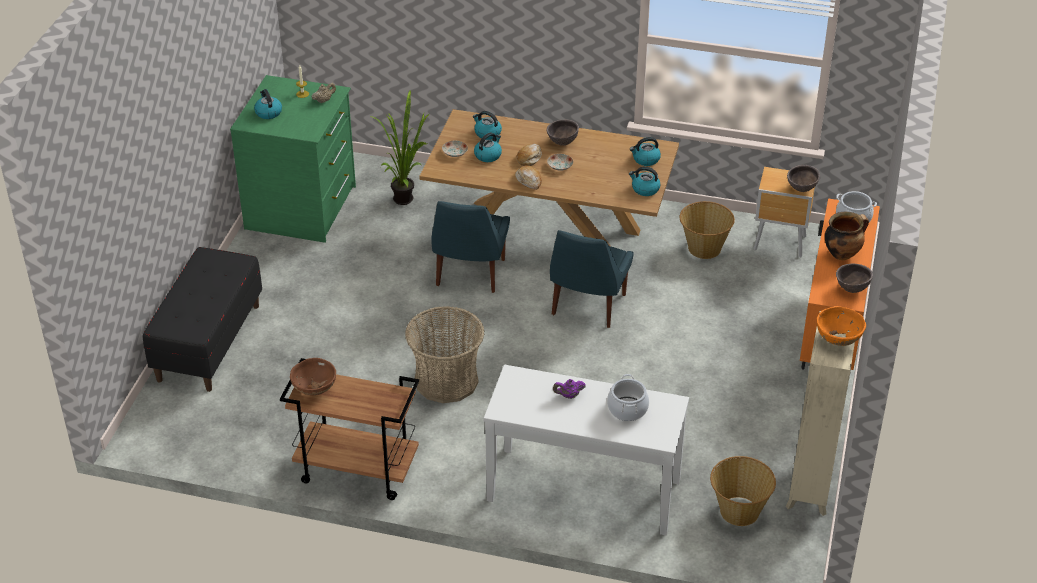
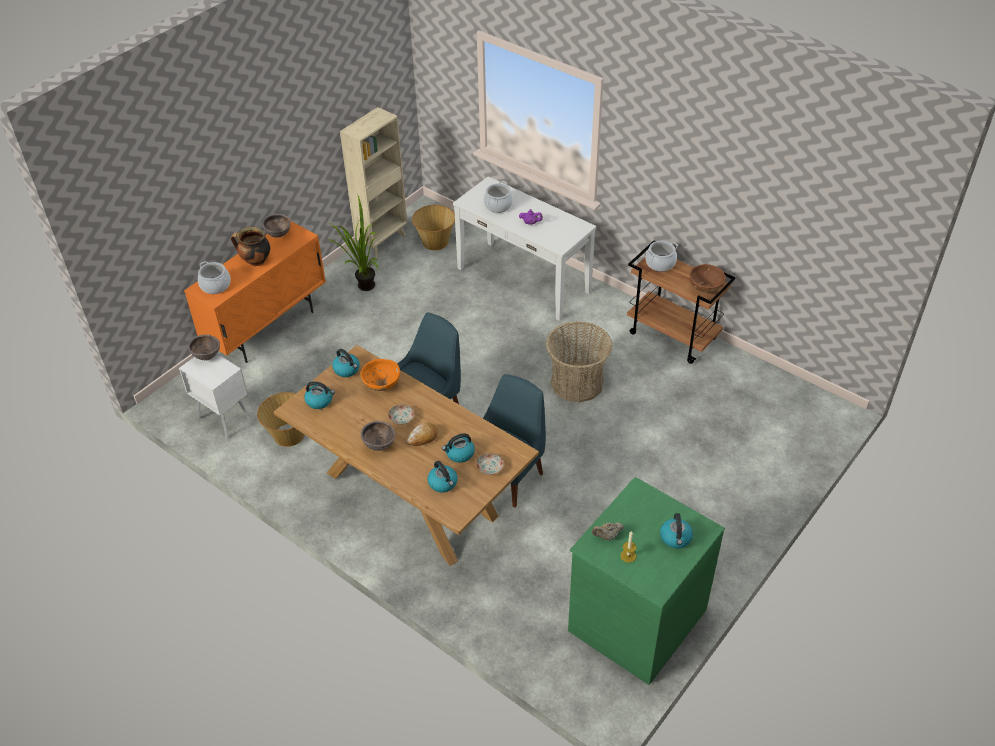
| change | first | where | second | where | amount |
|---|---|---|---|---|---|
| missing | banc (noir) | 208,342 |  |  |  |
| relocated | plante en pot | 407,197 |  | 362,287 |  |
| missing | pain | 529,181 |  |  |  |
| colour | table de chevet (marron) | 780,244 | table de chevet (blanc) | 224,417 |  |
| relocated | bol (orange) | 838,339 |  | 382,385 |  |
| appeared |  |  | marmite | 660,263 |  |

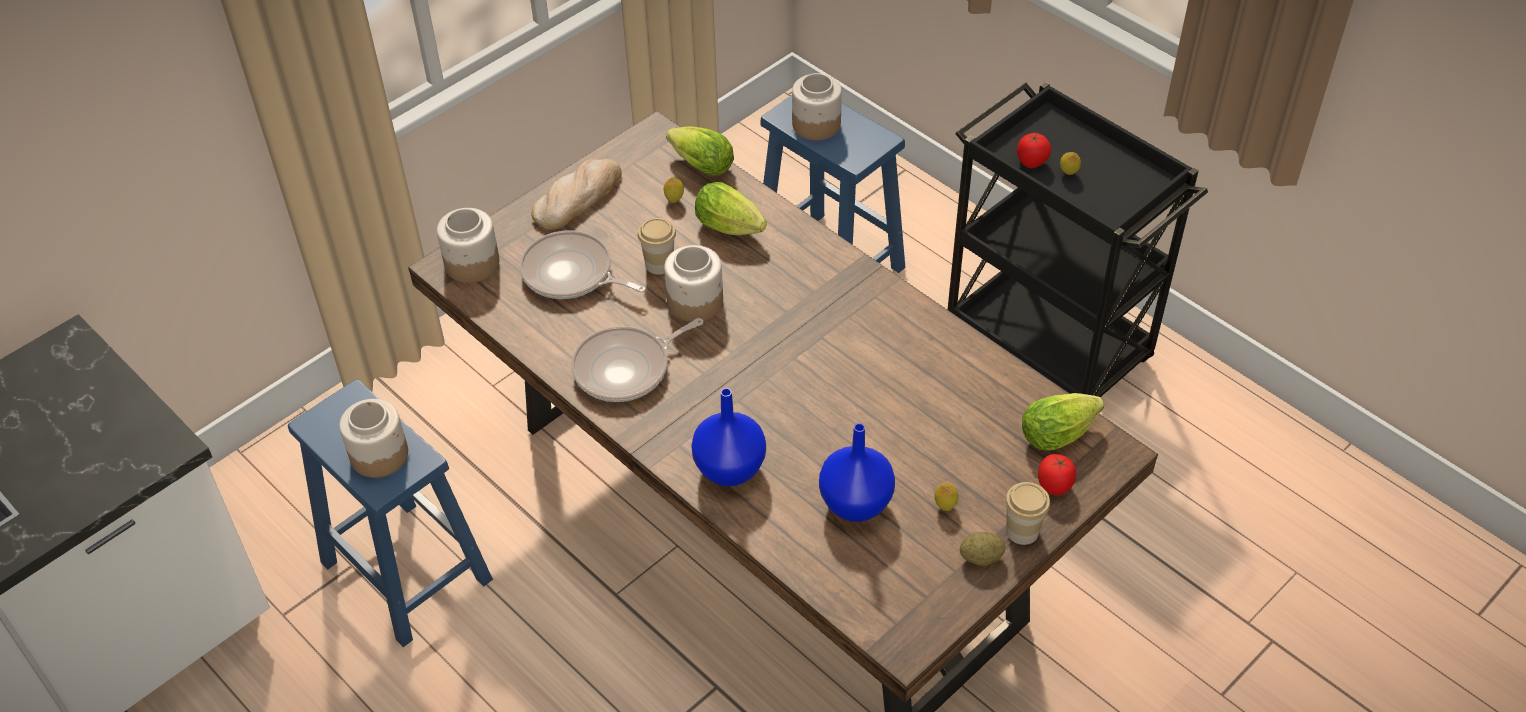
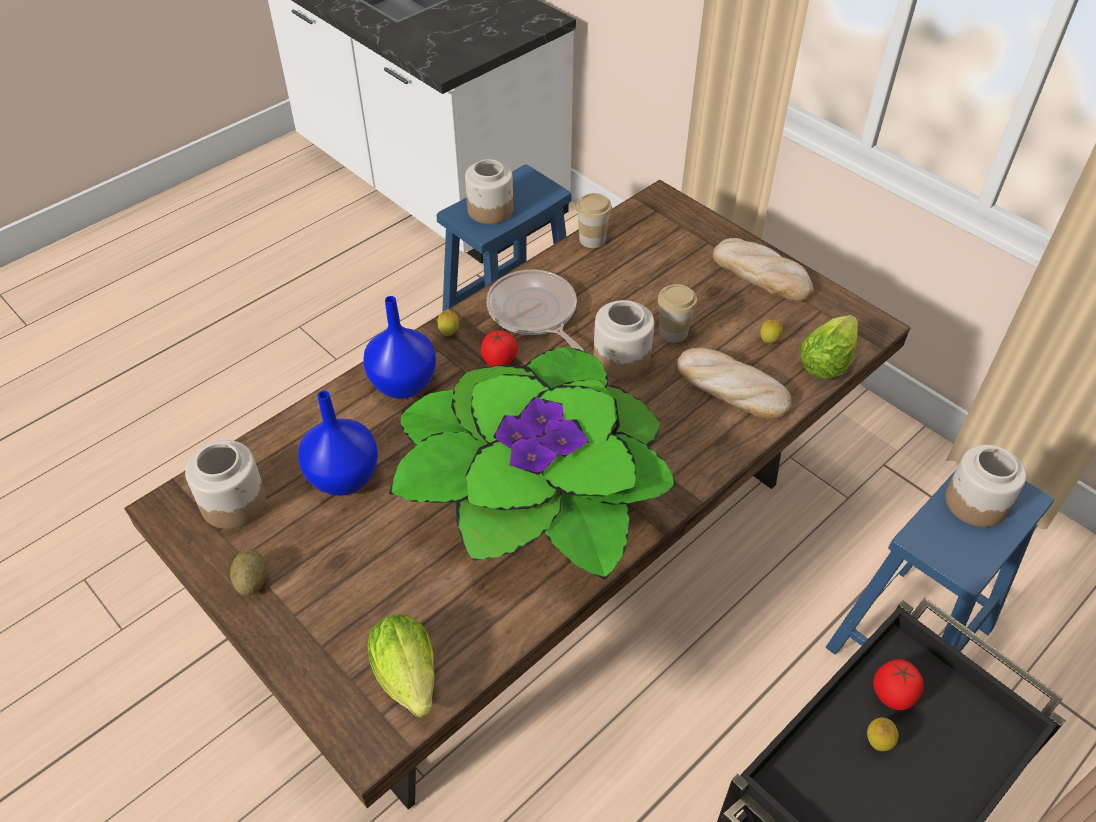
| change | first | where | second | where | amount |
|---|---|---|---|---|---|
| relocated | bocal | 471,263 |  | 234,502 |  |
| missing | poêle | 571,274 |  |  |  |
| exchanged | laitue | 733,228 | pain | 731,387 |  |
| relocated | citron | 945,506 |  | 449,333 |  |
| relocated | tasse | 1022,531 |  | 592,239 |  |
| relocated | tomate | 1054,486 |  | 500,362 |  |
| appeared |  |  | plante en pot | 536,497 |  |

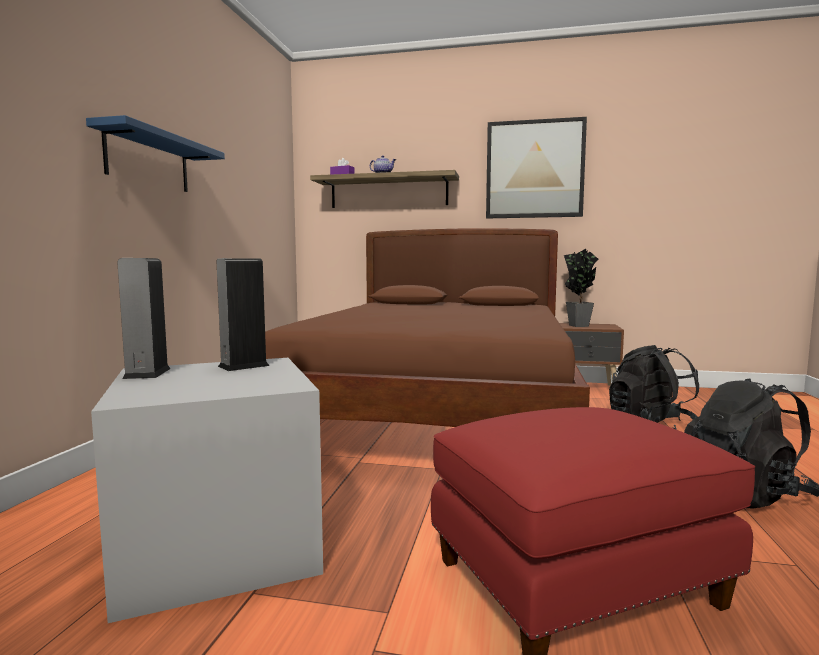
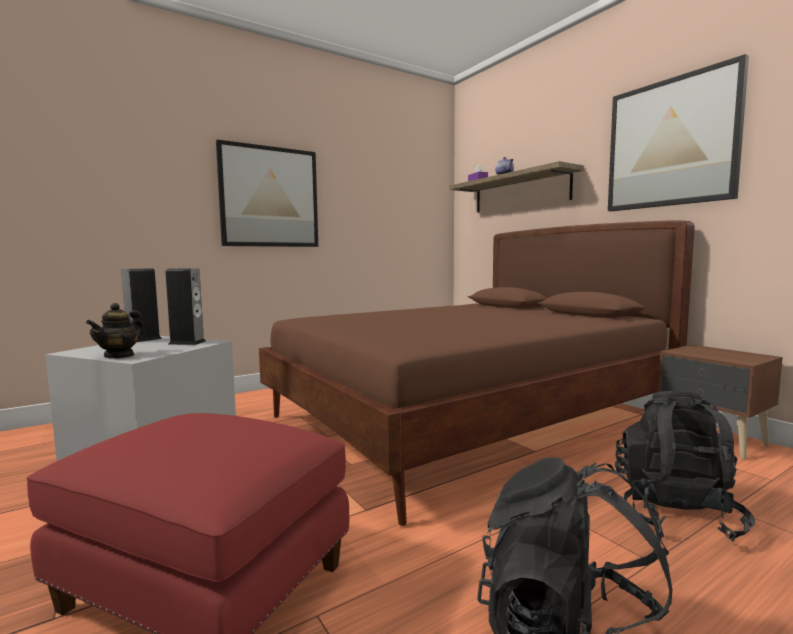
| change | first | where | second | where | amount |
|---|---|---|---|---|---|
| exchanged | étagère (bleu) | 148,161 | tableau | 269,197 |  |
| missing | plante en pot | 578,325 |  |  |  |
| appeared |  |  | théière | 119,355 |  |

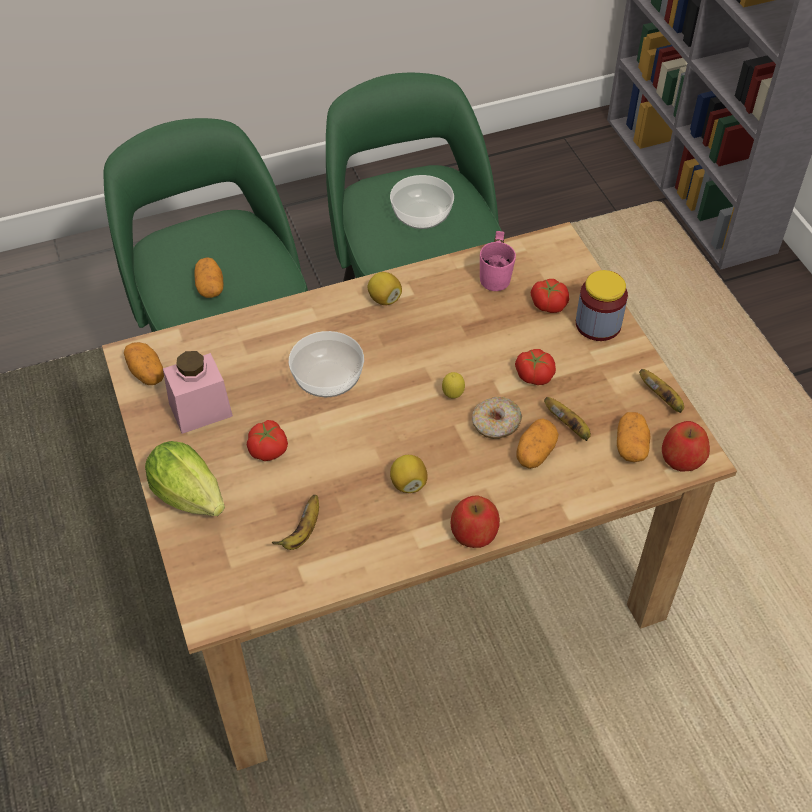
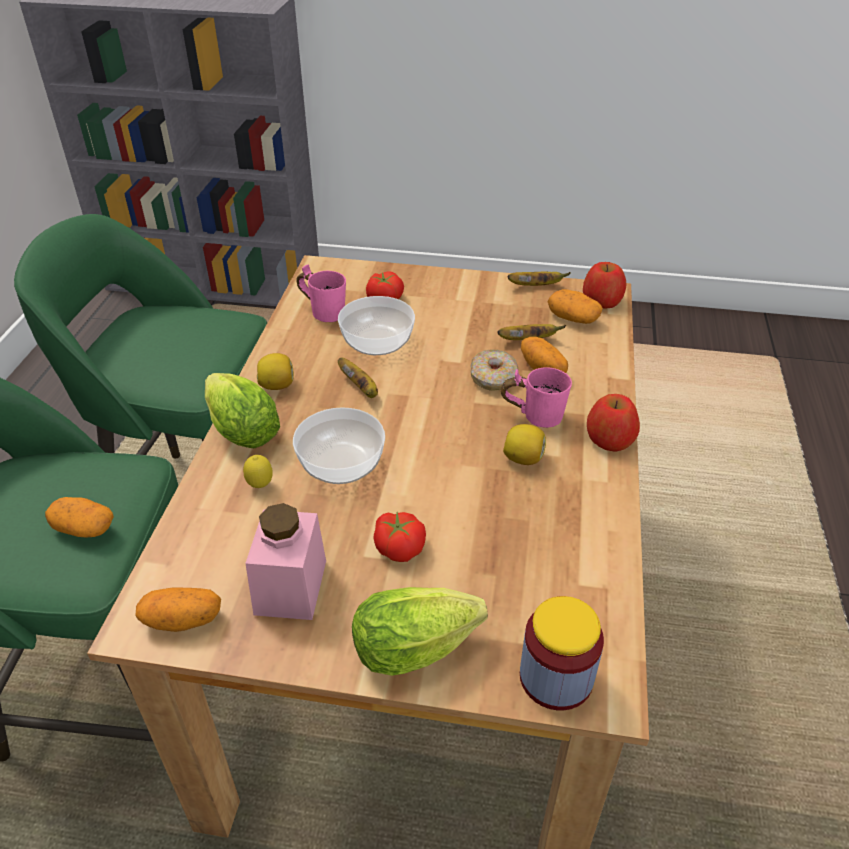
| change | first | where | second | where | amount |
|---|---|---|---|---|---|
| relocated | banane | 302,532 |  | 361,388 |  |
| relocated | bol | 420,215 |  | 377,342 |  |
| relocated | citron | 452,396 |  | 260,486 |  |
| missing | tomate | 534,375 |  |  |  |
| relocated | bocal | 598,324 |  | 556,677 |  |
| appeared |  |  | laitue | 240,428 |  |
| appeared |  |  | mug (rose) | 534,414 |  |

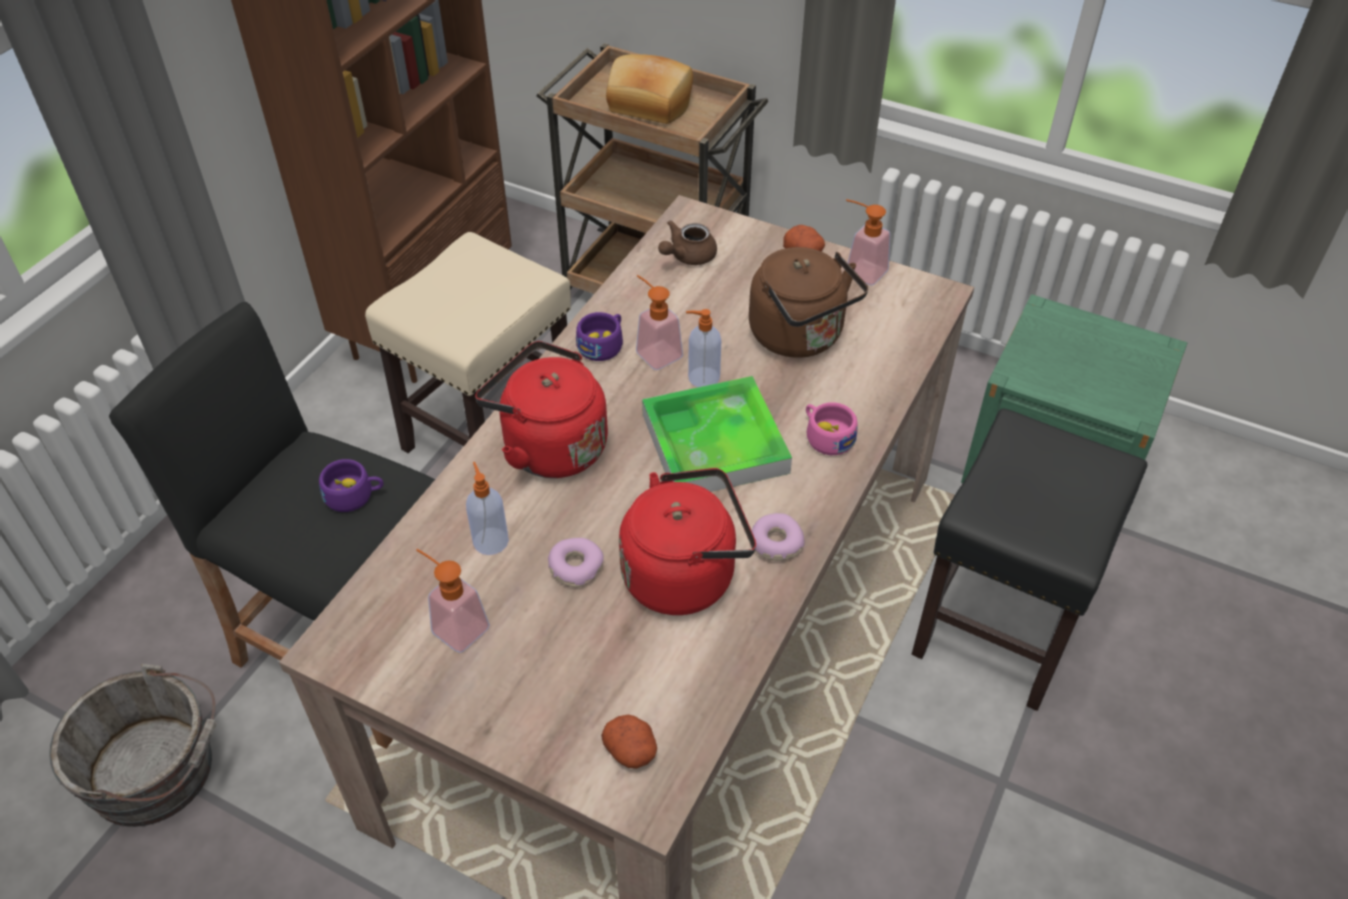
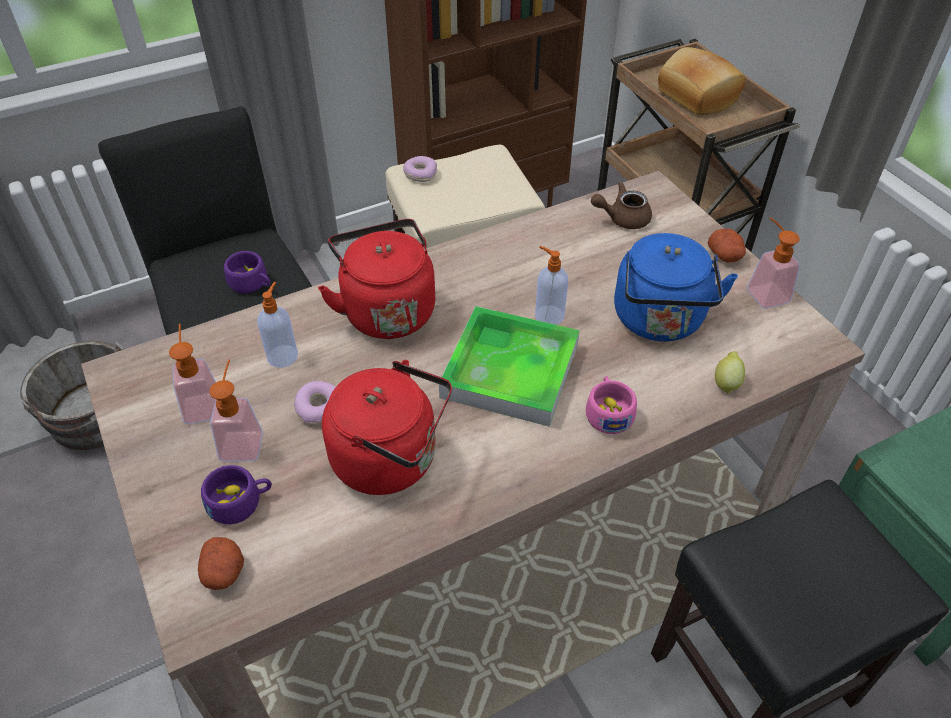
| change | first | where | second | where | amount |
|---|---|---|---|---|---|
| relocated | tasse (violet) | 603,344 |  | 240,502 |  |
| relocated | distributeur de savon | 654,351 |  | 243,439 |  |
| colour | bouilloire (marron) | 800,337 | bouilloire (bleu) | 659,321 |  |
| relocated | beignet | 775,543 |  | 420,174 |  |
| appeared |  |  | citron | 726,382 |  |

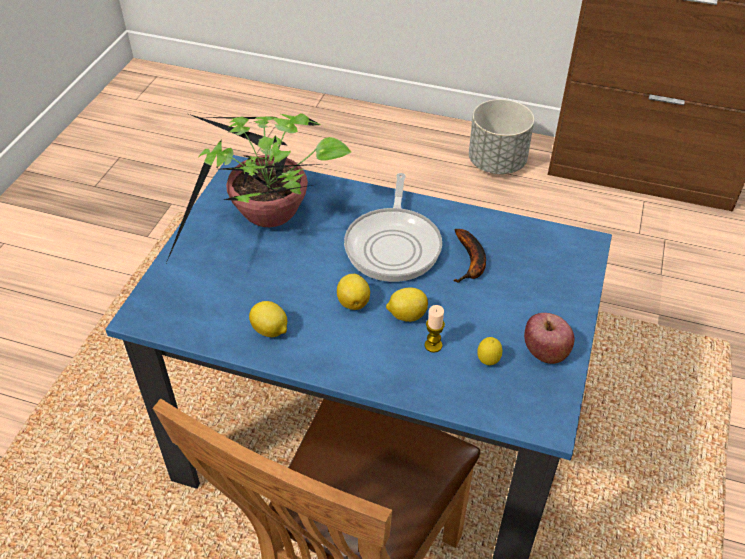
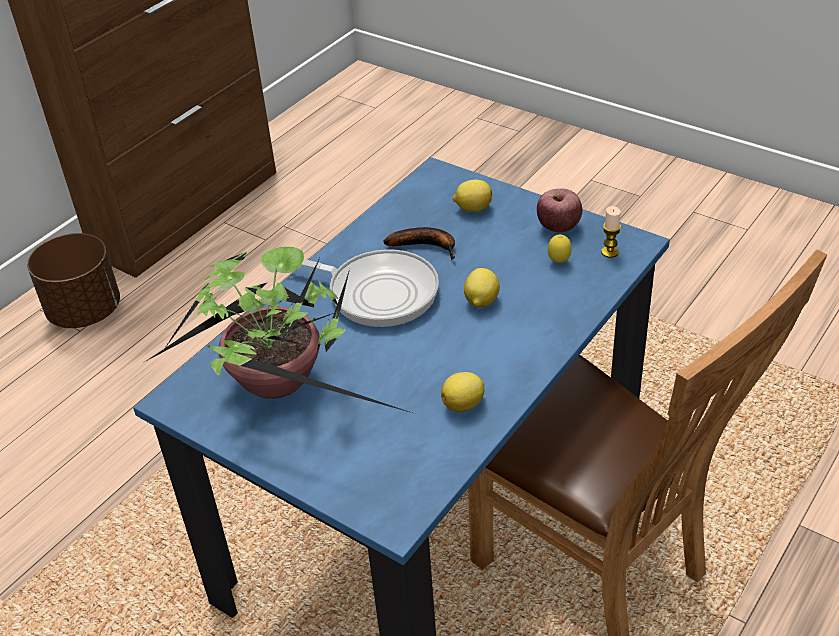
| change | first | where | second | where | amount |
|---|---|---|---|---|---|
| relocated | citron | 353,302 |  | 472,208 |  |
| relocated | bougie | 433,345 |  | 609,252 |  |
| colour | cache-pot (gris) | 497,162 | cache-pot (marron) | 85,311 |  |

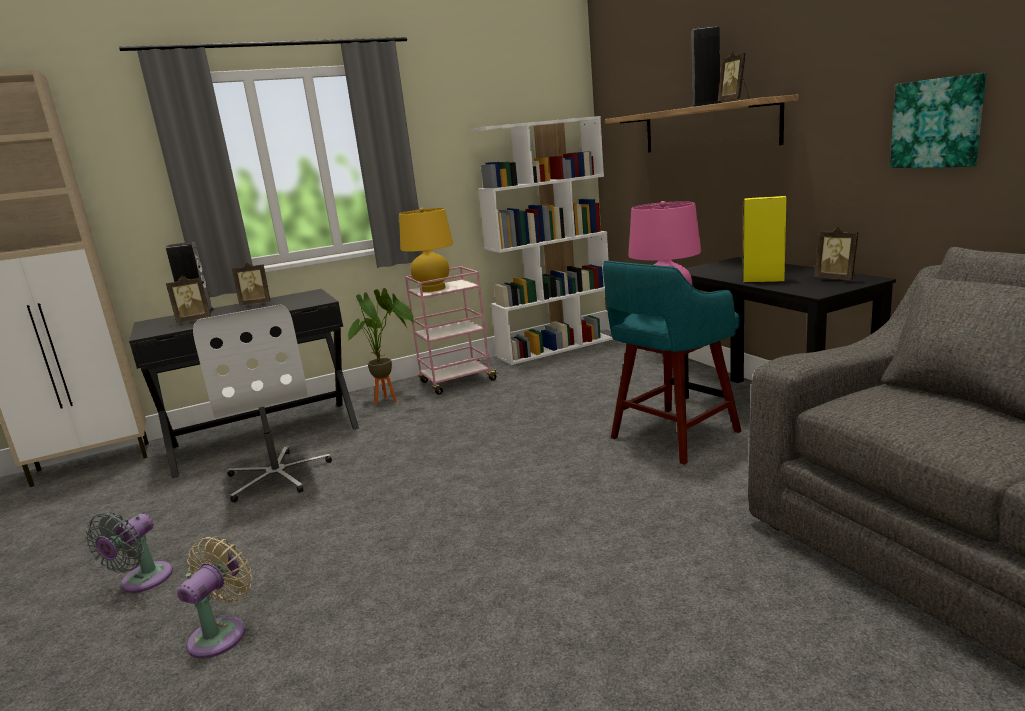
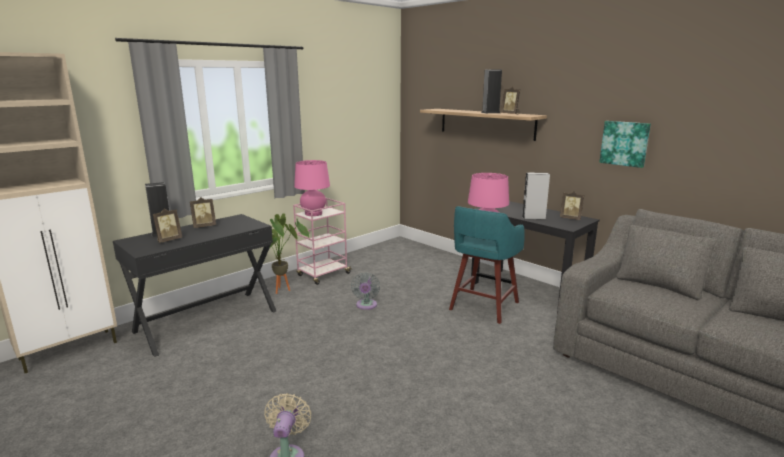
| change | first | where | second | where | amount |
|---|---|---|---|---|---|
| relocated | ventilateur (gris) | 142,581 |  | 366,306 |  |
| missing | chaise de bureau (blanc) | 278,475 |  |  |  |
| colour | lampe de table (jaune) | 432,289 | lampe de table (rose) | 313,213 |  |
| missing | bibliothèque (blanc) | 556,347 |  |  |  |
| colour | enceinte (jaune) | 763,280 | enceinte (gris) | 533,218 |  |

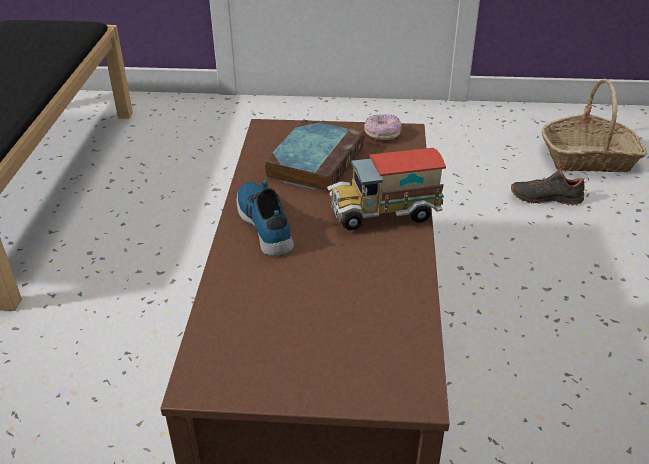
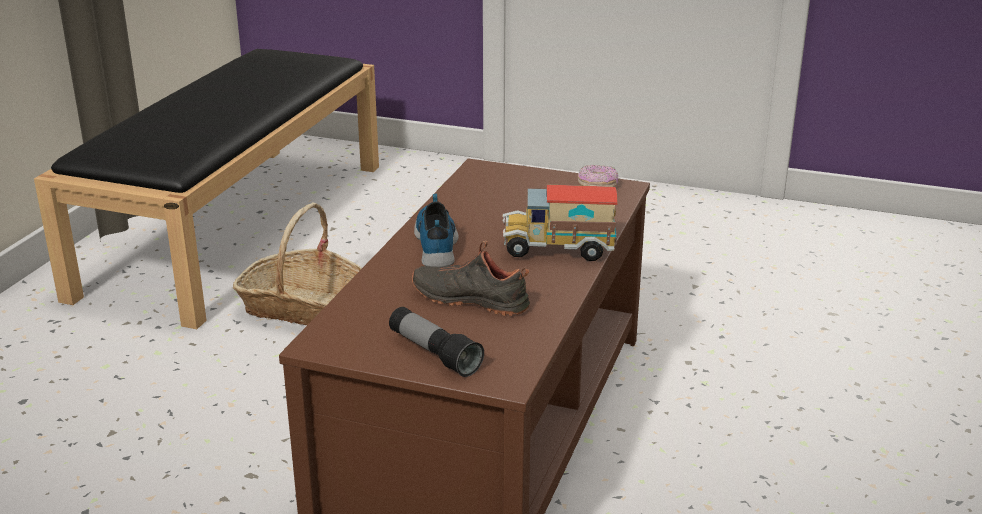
| change | first | where | second | where | amount |
|---|---|---|---|---|---|
| missing | livre | 316,161 |  |  |  |
| relocated | chaussure (noir) | 545,197 |  | 471,299 |  |
| relocated | panier | 588,158 |  | 304,306 |  |
| appeared |  |  | lampe de poche | 434,354 |  |

